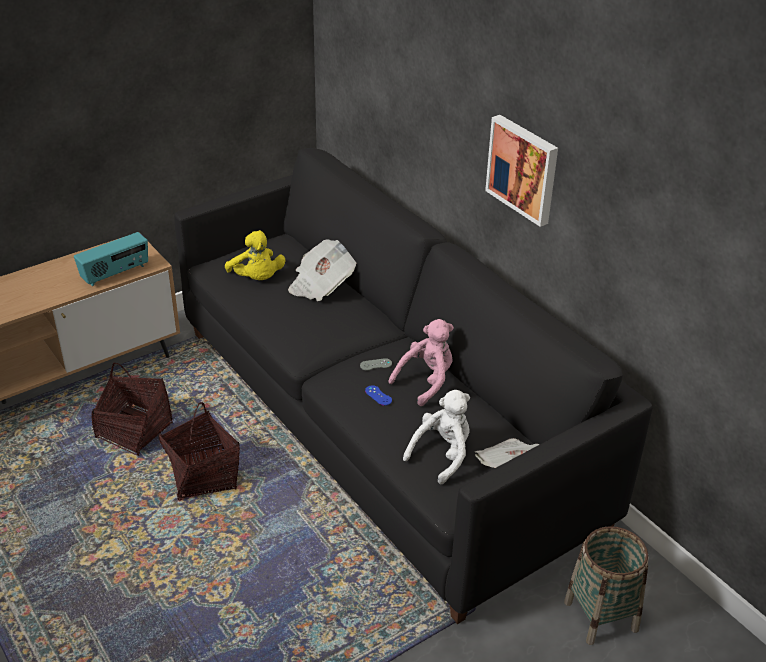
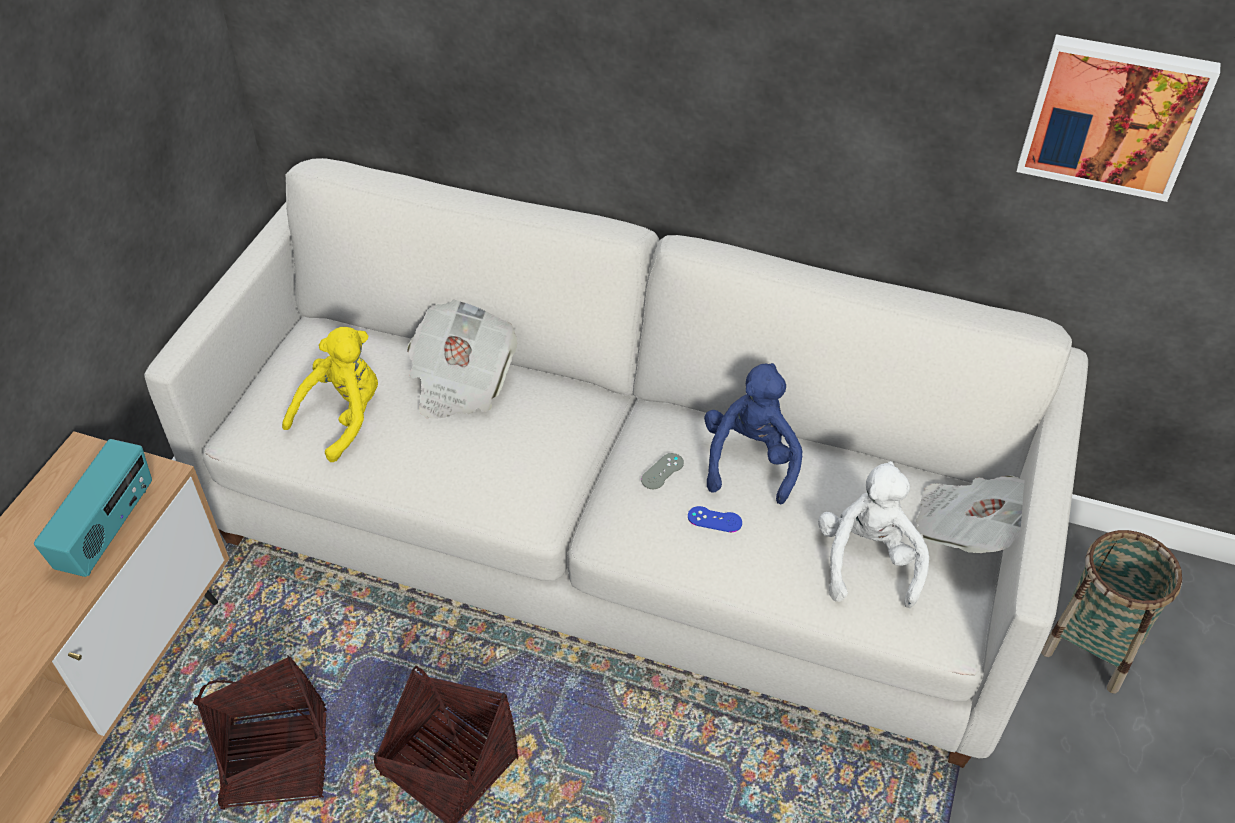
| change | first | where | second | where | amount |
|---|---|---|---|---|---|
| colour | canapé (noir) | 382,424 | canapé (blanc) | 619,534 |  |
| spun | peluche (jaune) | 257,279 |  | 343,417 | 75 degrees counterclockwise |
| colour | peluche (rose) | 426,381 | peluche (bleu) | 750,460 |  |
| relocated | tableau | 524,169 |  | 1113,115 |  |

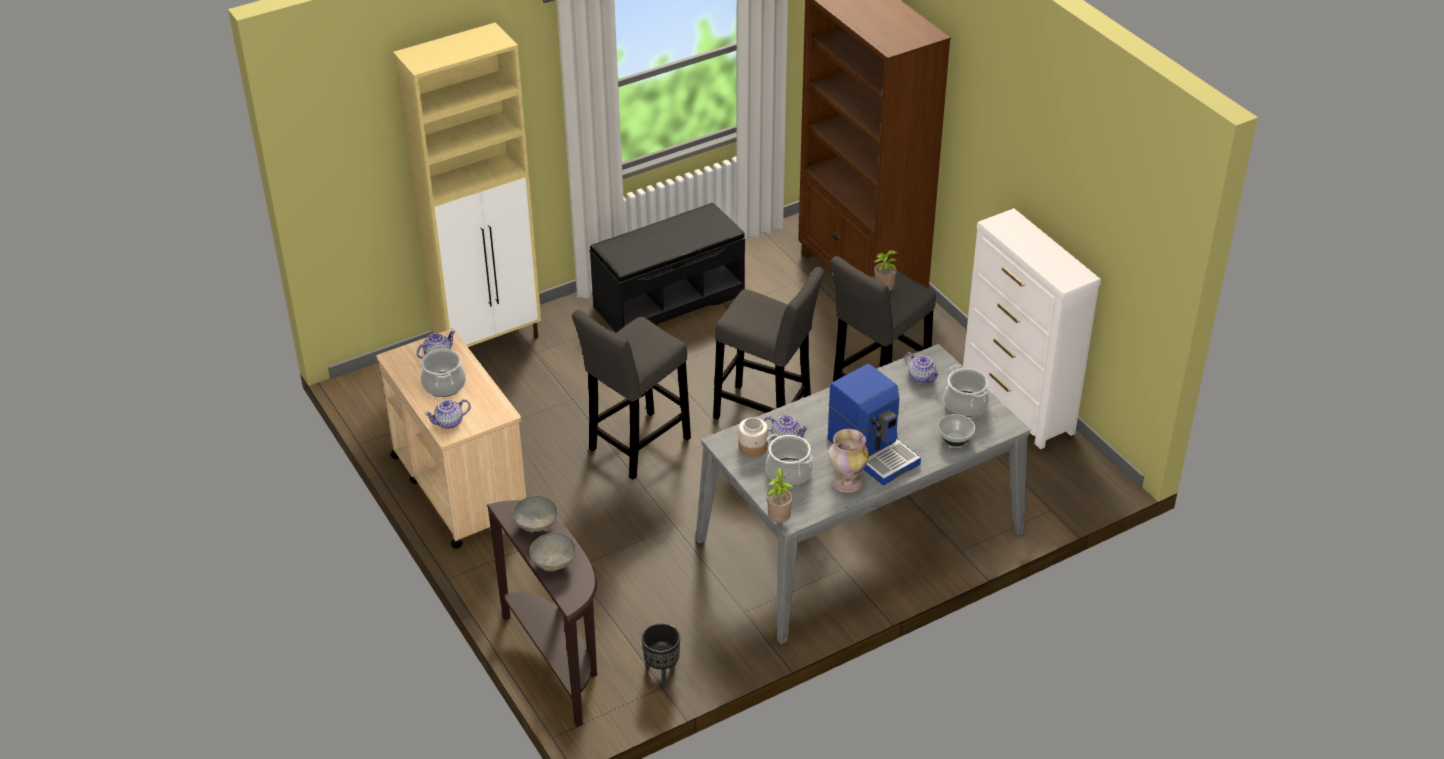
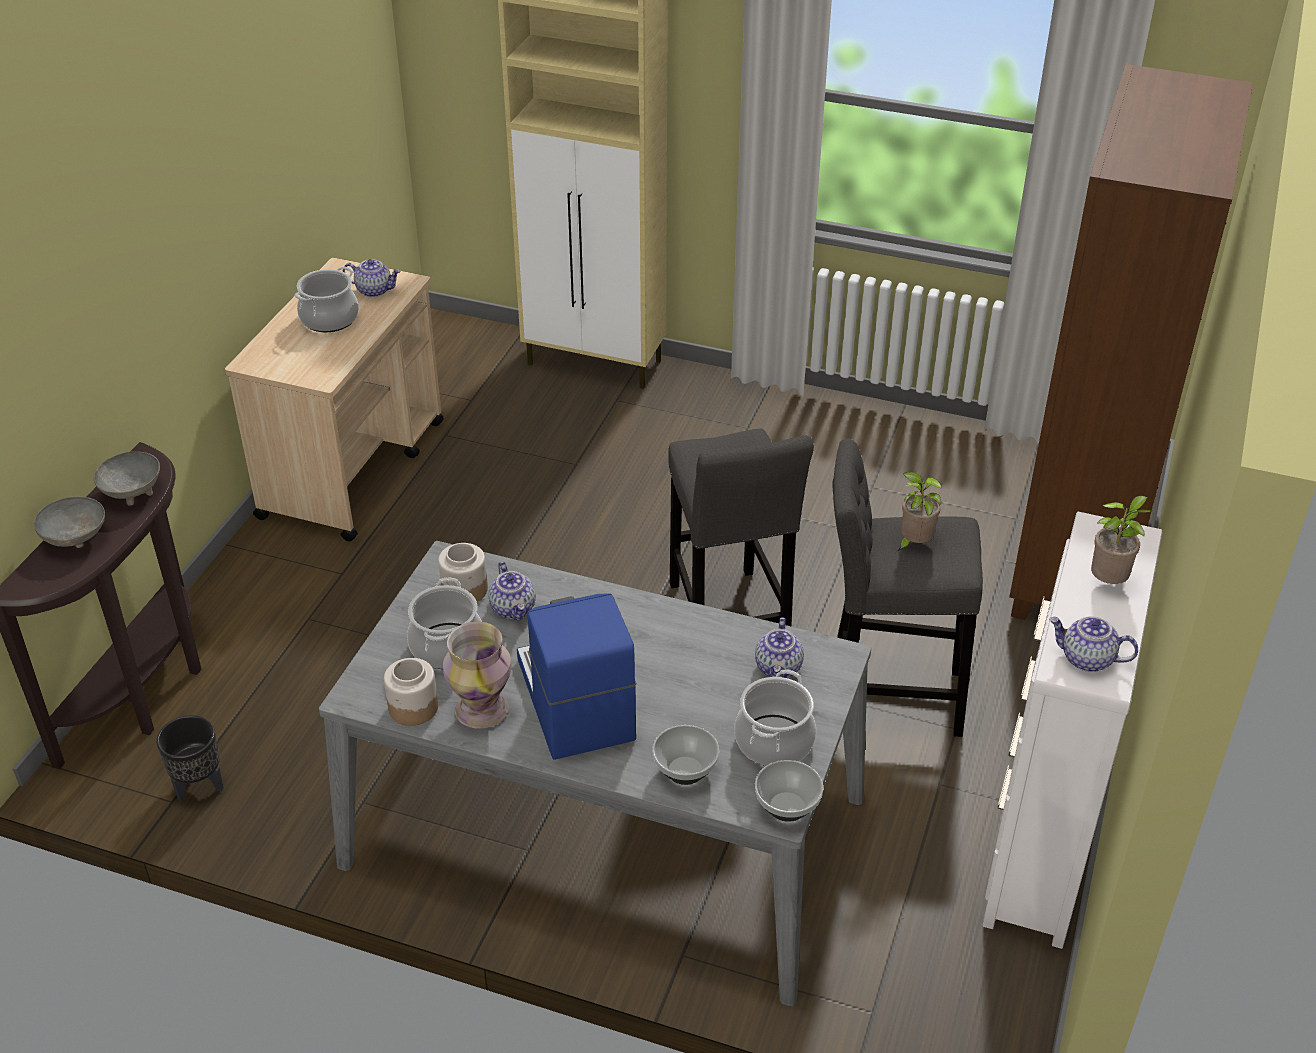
| change | first | where | second | where | amount |
|---|---|---|---|---|---|
| relocated | théière | 449,423 |  | 1086,659 |  |
| missing | tabouret (gris) | 636,447 |  |  |  |
| missing | banc (noir) | 668,300 |  |  |  |
| relocated | plante en pot | 779,520 |  | 1109,582 |  |
| spun | machine à café | 873,450 |  | 573,701 | 150 degrees clockwise |
| appeared |  |  | bocal | 413,707 |  |
| appeared |  |  | bol | 786,806 |  |

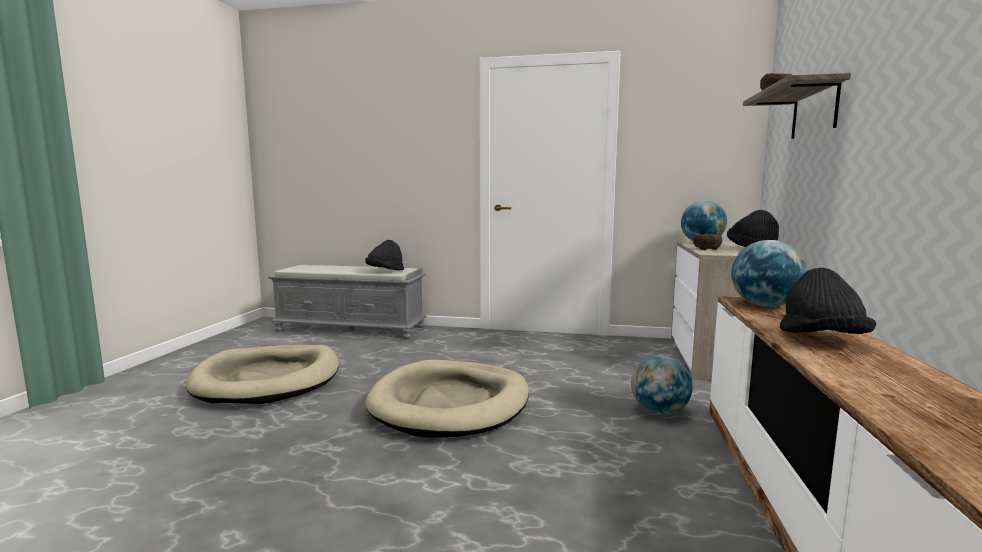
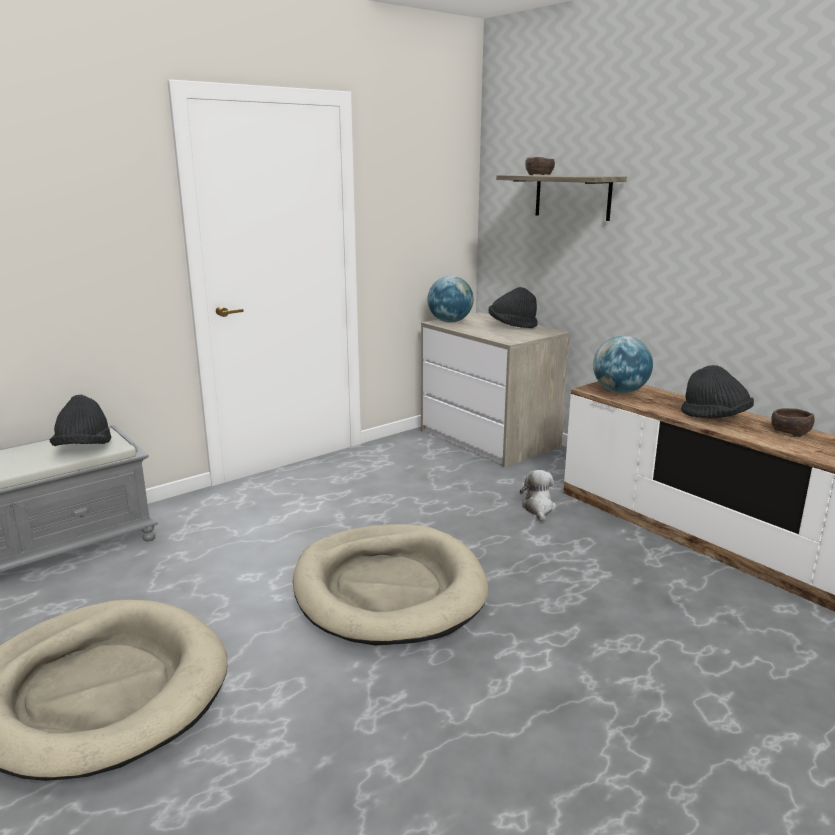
| change | first | where | second | where | amount |
|---|---|---|---|---|---|
| exchanged | globe | 659,411 | peluche | 538,508 |  |
| relocated | bol (marron) | 706,249 |  | 789,432 |  |

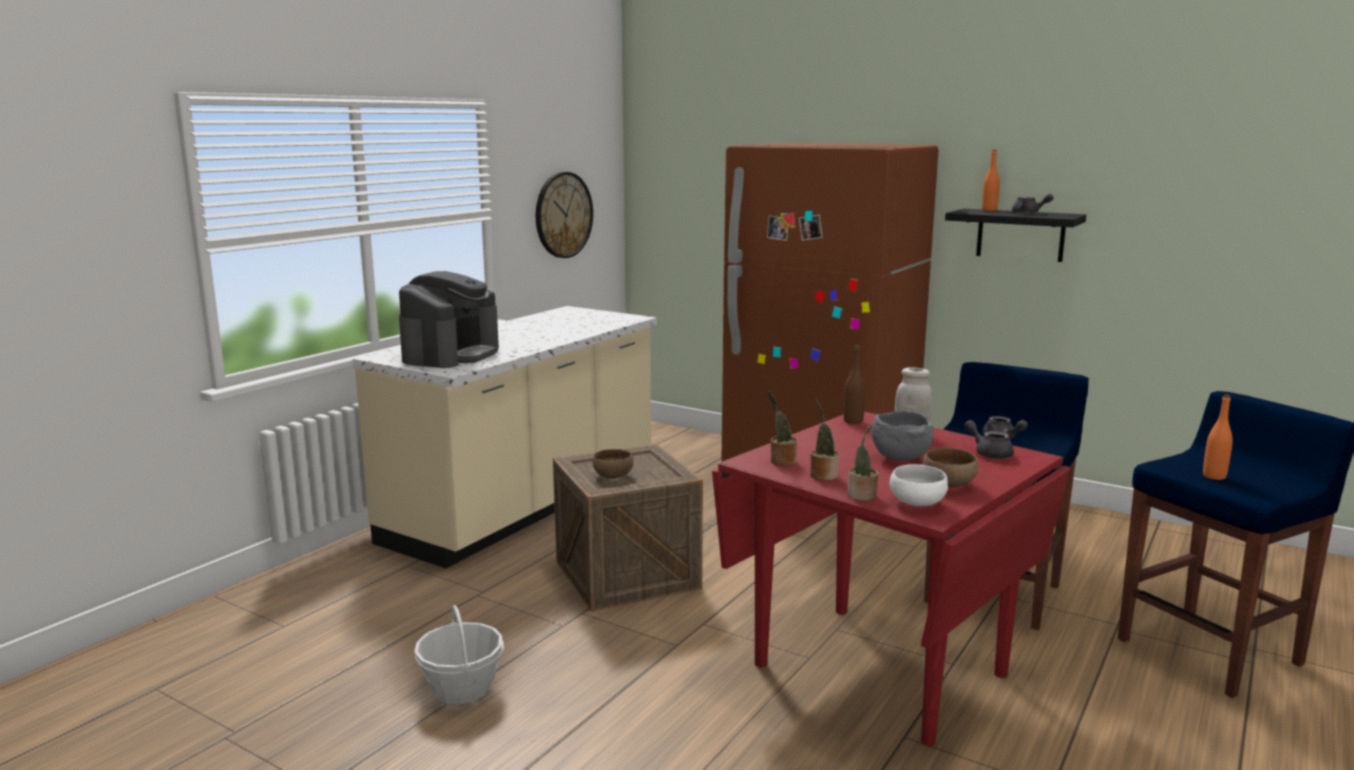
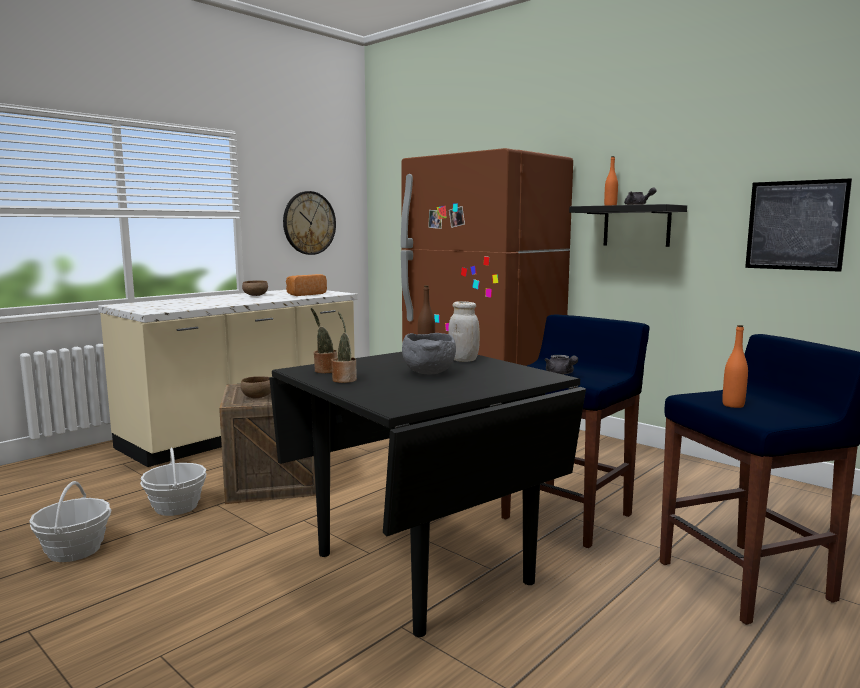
| change | first | where | second | where | amount |
|---|---|---|---|---|---|
| missing | machine à café | 451,354 |  |  |  |
| colour | table à manger (rouge) | 878,670 | table à manger (noir) | 421,568 |  |
| missing | plante en pot | 862,496 |  |  |  |
| missing | bol (blanc) | 918,504 |  |  |  |
| relocated | bol (marron) | 949,485 |  | 255,295 |  |
| missing | théière (gris) | 989,453 |  |  |  |
| appeared |  |  | panier | 176,507 |  |
| appeared |  |  | pain | 305,294 |  |
| appeared |  |  | tableau | 796,225 |  |

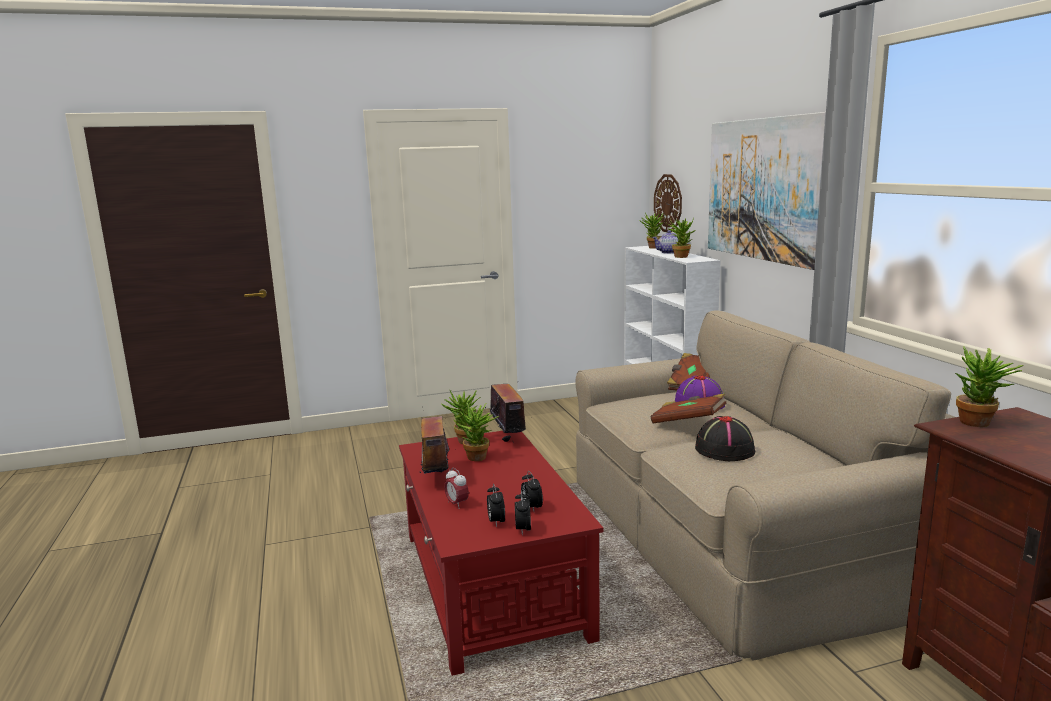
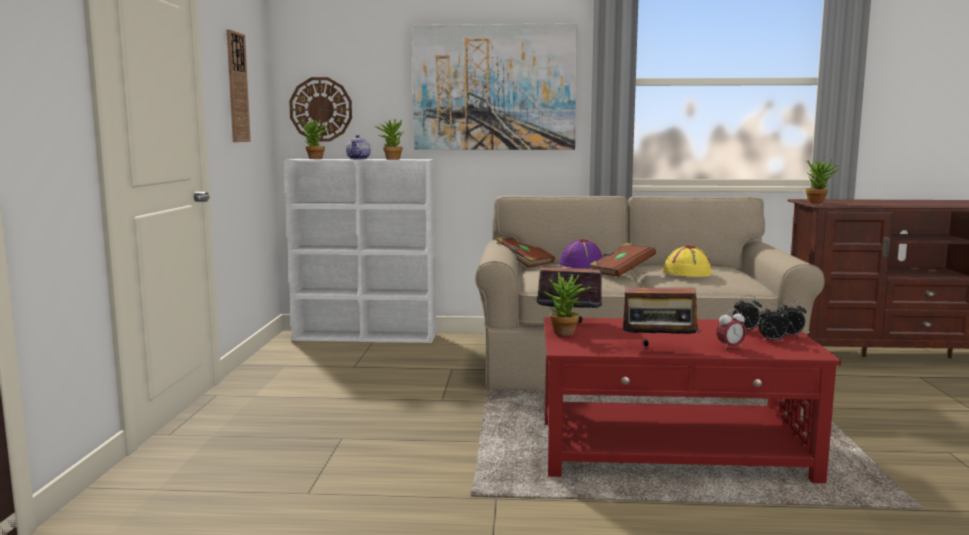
| change | first | where | second | where | amount |
|---|---|---|---|---|---|
| missing | plante en pot | 478,459 |  |  |  |
| colour | chapeau (noir) | 724,449 | chapeau (jaune) | 686,273 |  |
| appeared |  |  | horloge murale | 237,87 |  |

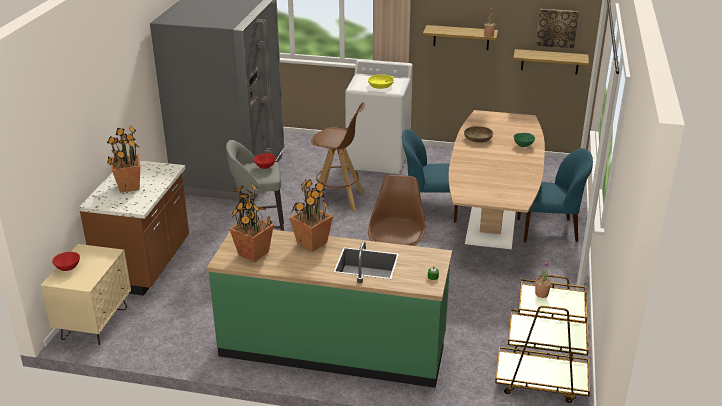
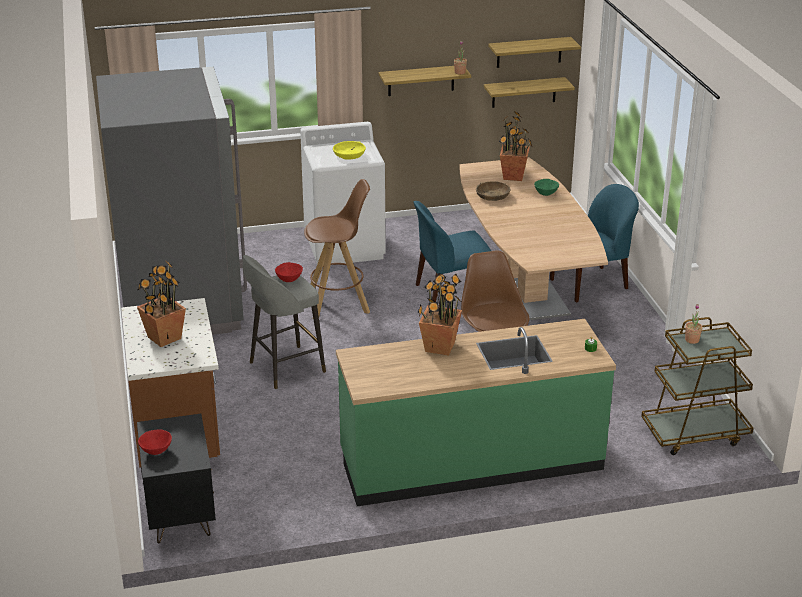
| change | first | where | second | where | amount |
|---|---|---|---|---|---|
| colour | table de chevet (beige) | 95,324 | table de chevet (noir) | 180,515 |  |
| relocated | plante en pot | 253,253 |  | 513,176 |  |
| exchanged | tableau | 557,28 | étagère | 529,52 |  |

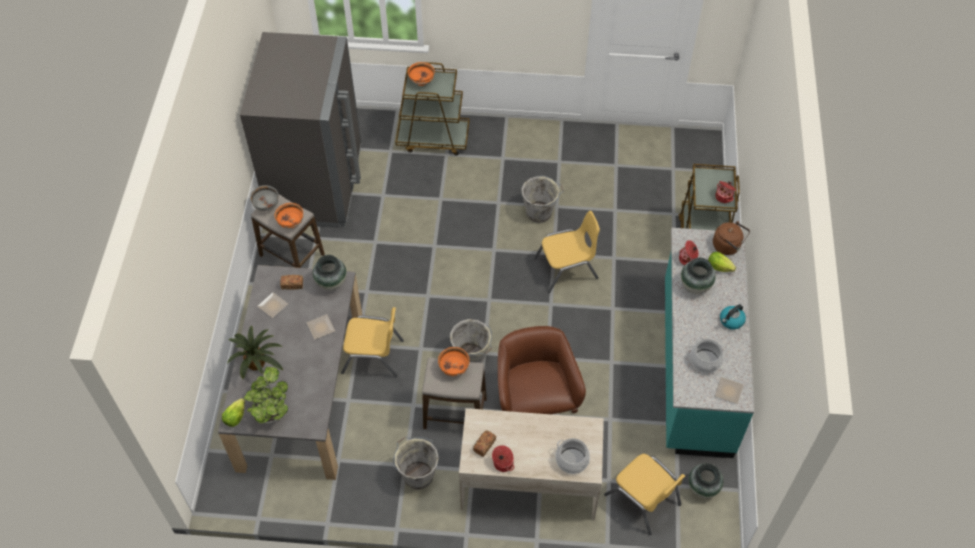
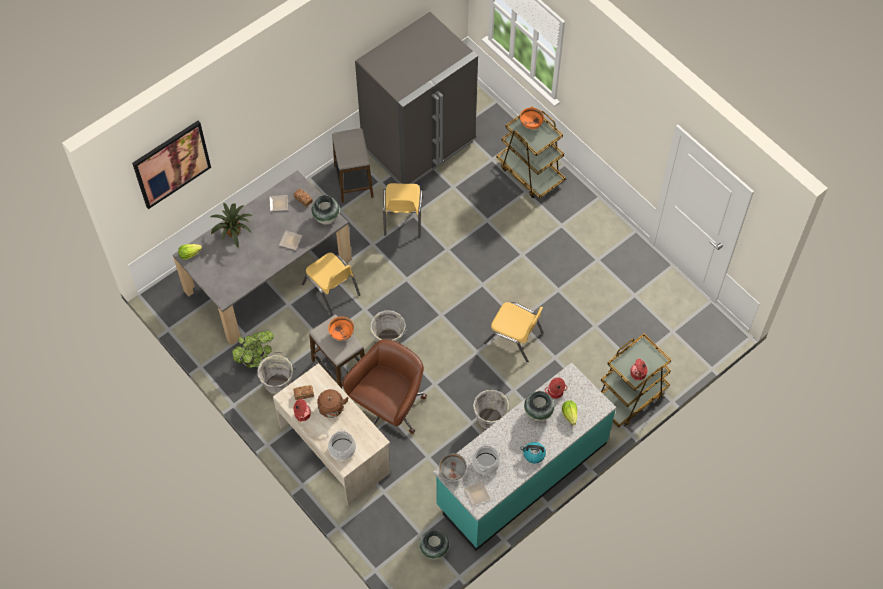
| change | first | where | second | where | amount |
|---|---|---|---|---|---|
| relocated | plante en pot | 271,411 |  | 255,358 |  |
| relocated | bol (gris) | 267,206 |  | 453,472 |  |
| missing | bol (orange) | 291,224 |  |  |  |
| relocated | seau (gris) | 540,212 |  | 491,421 |  |
| relocated | chaise (jaune) | 643,499 |  | 402,217 |  |
| relocated | bouilloire (marron) | 728,246 |  | 331,409 |  |
| appeared |  |  | tableau | 171,164 |  |

